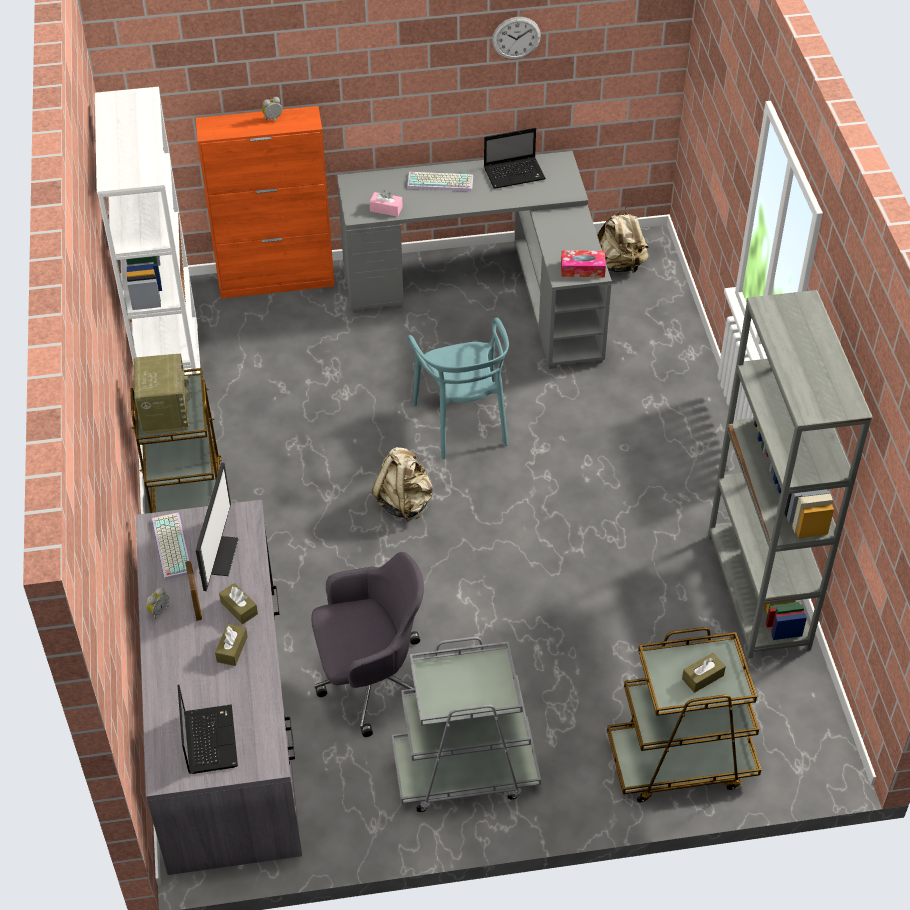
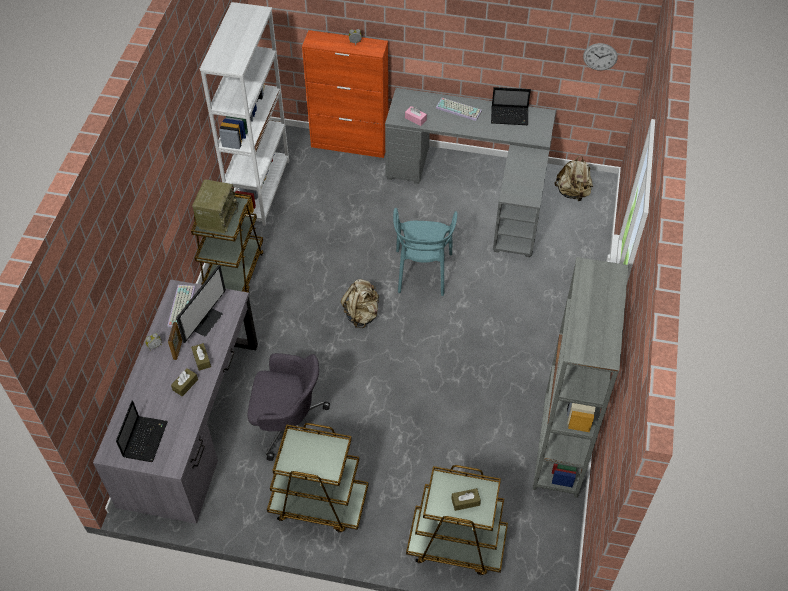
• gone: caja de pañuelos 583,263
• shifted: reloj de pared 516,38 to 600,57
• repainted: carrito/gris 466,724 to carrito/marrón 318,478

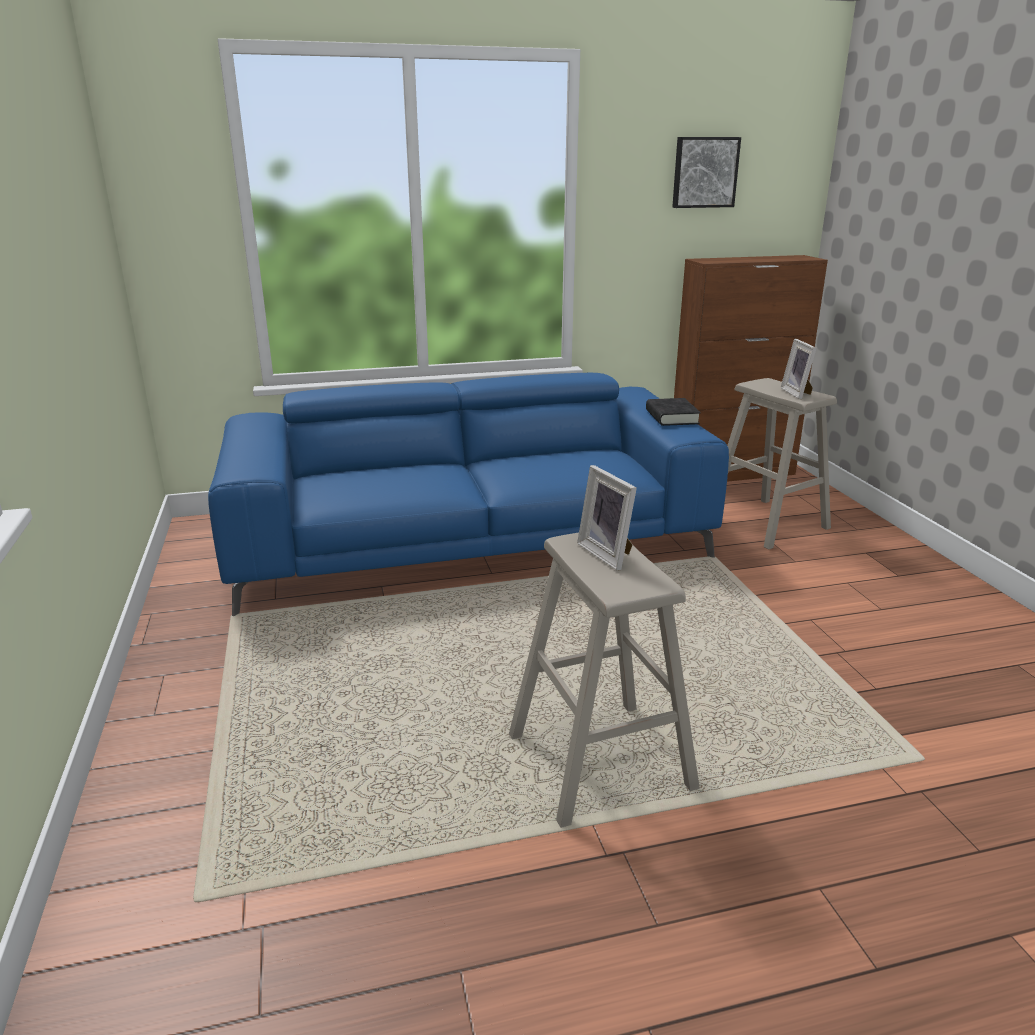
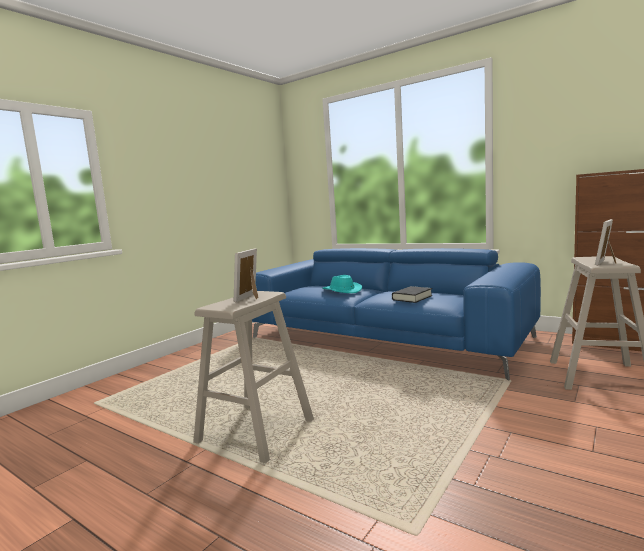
• gone: cuadro 706,172
• new: sombrero/turquesa 342,284
• shifted: libro/negro 673,412 to 412,294

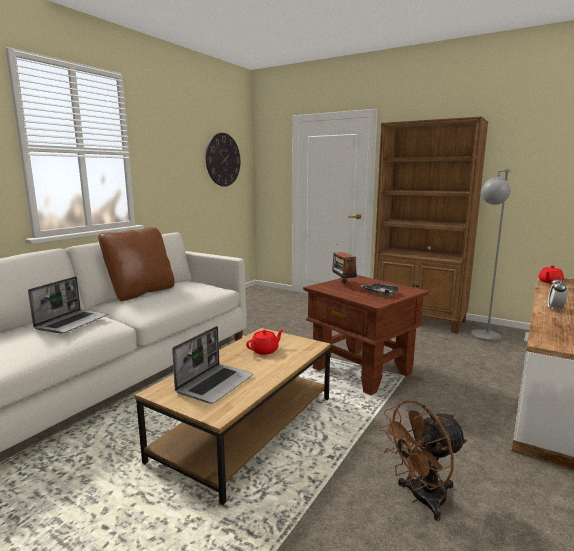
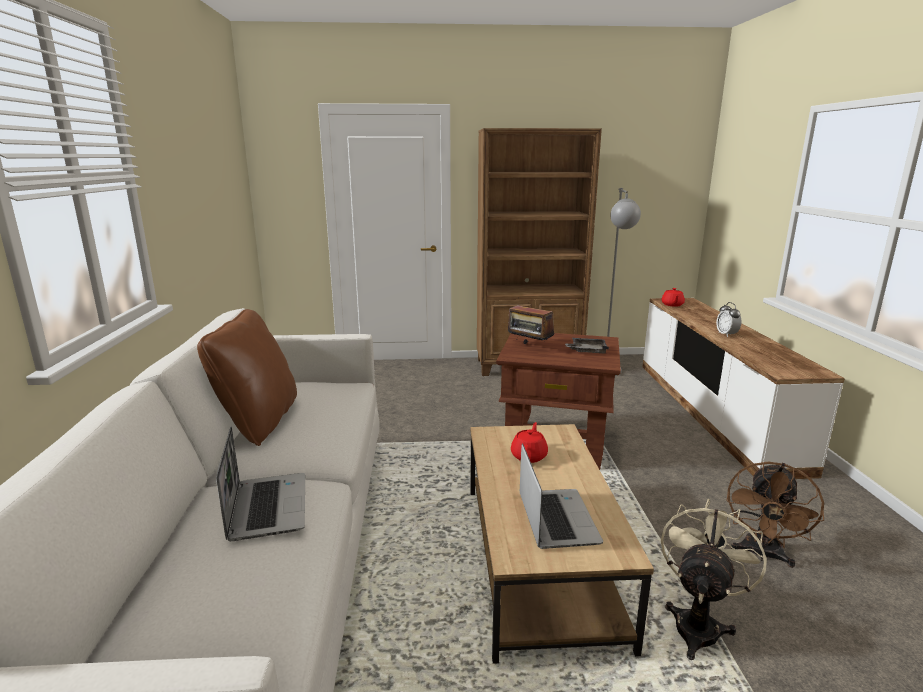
• gone: reloj de pared 223,159
• new: ventilador/beis 714,579

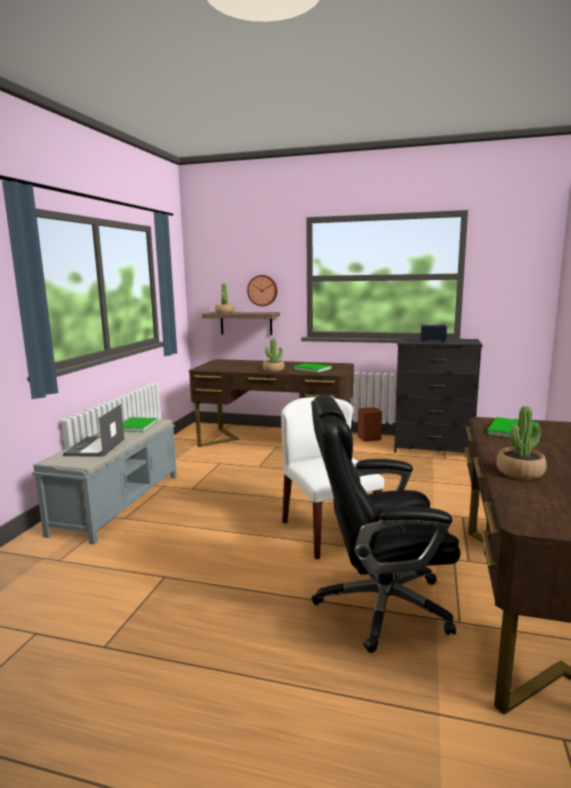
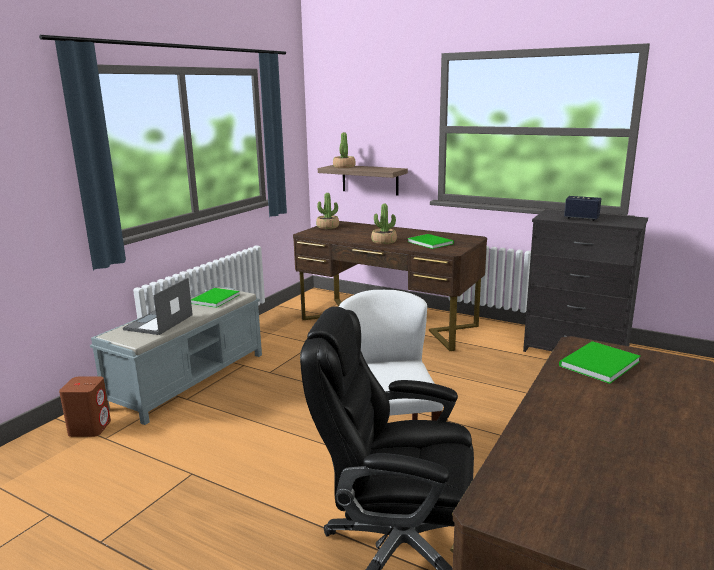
• gone: reloj de pared 262,290
• shifted: altavoz/marrón 370,424 to 85,407
• shifted: planta en maceta 521,442 to 327,211

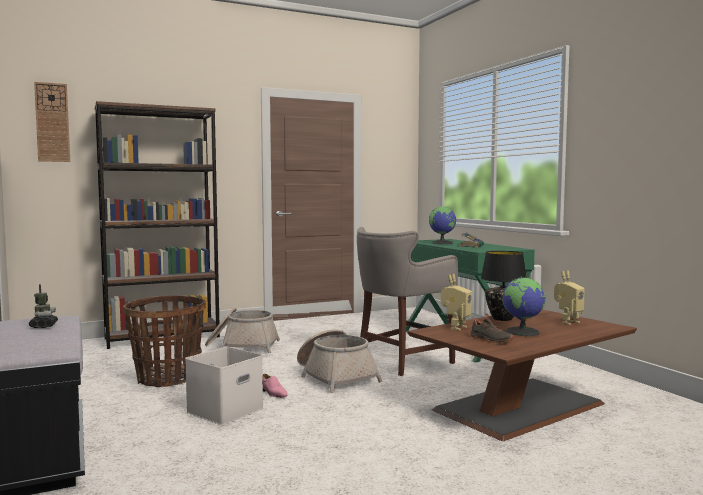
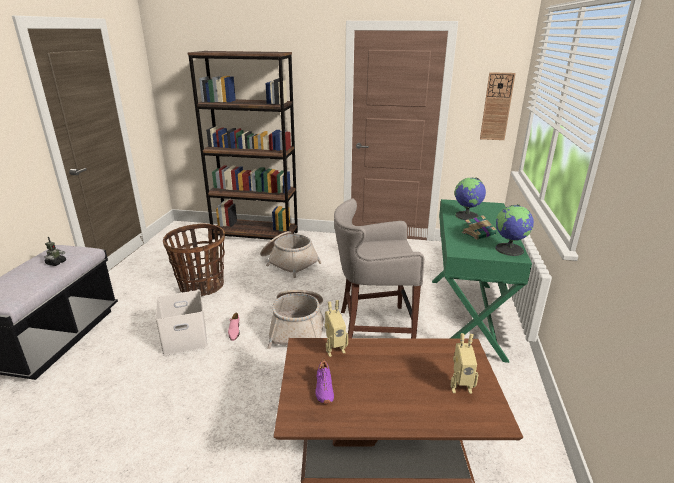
• gone: lámpara de mesa/negro 504,286
• shifted: reloj de pared 52,122 to 498,106
• shifted: globo terráqueo 524,306 to 514,230
• repainted: zapato/negro 492,328 to zapato/morado 324,381

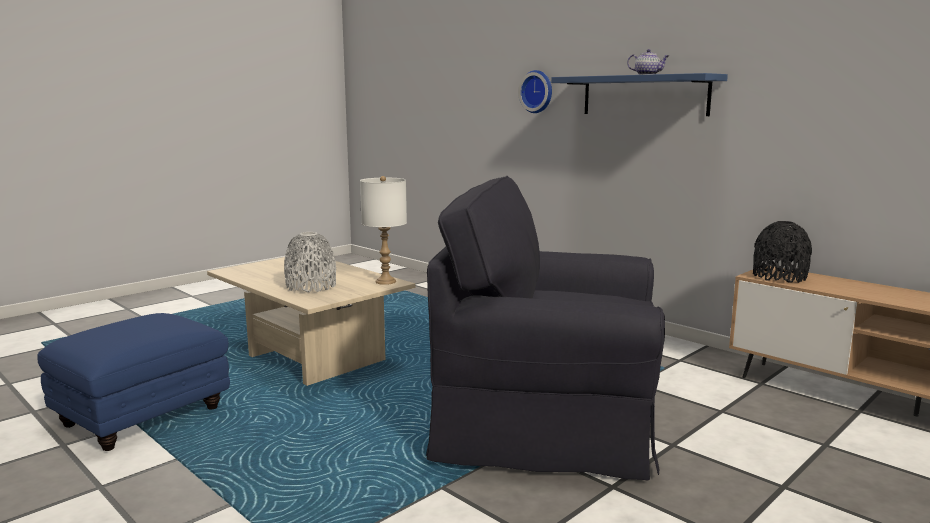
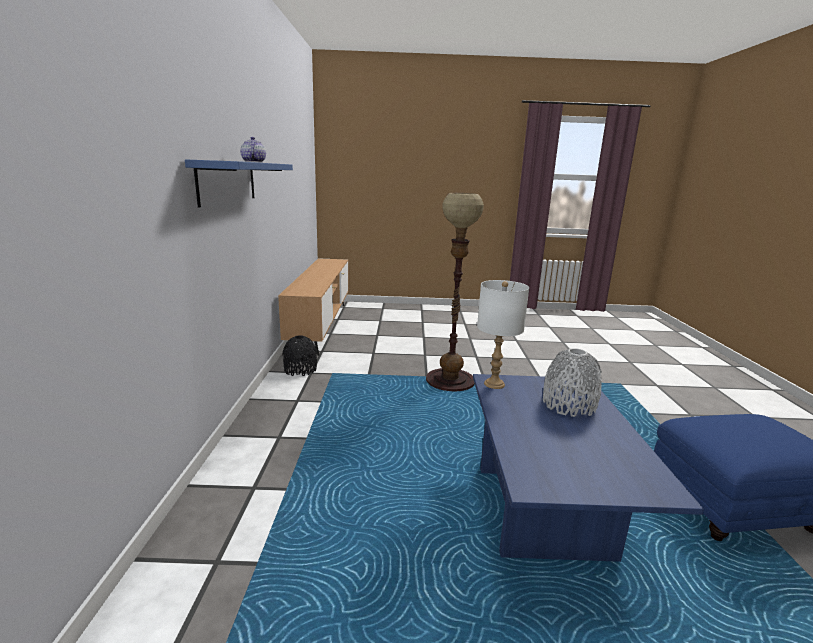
• gone: reloj de pared 535,91
• shifted: florero/negro 782,252 to 299,355
• swapped: sillón/negro 545,328 to lámpara de pie 455,292
• repainted: mesa de centro/beis 311,321 to mesa de centro/azul 588,468

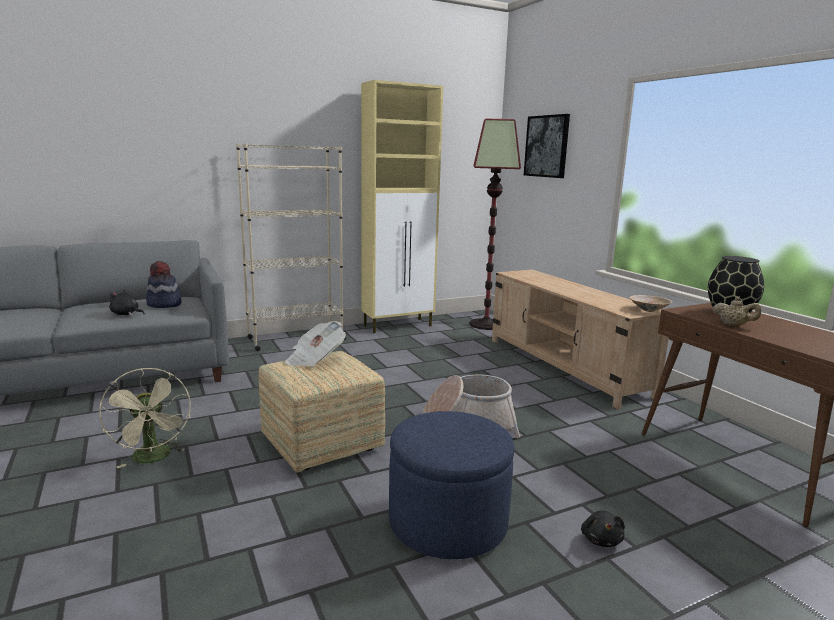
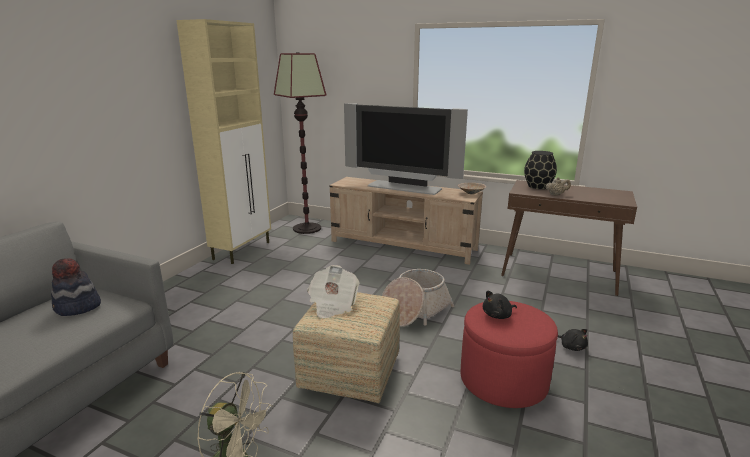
• gone: estantería/beis 291,247
• gone: cuadro 547,146
• new: televisor 406,149
• shifted: peluche/negro 127,302 to 500,305
• repainted: puf/azul 452,485 to puf/rojo 509,354

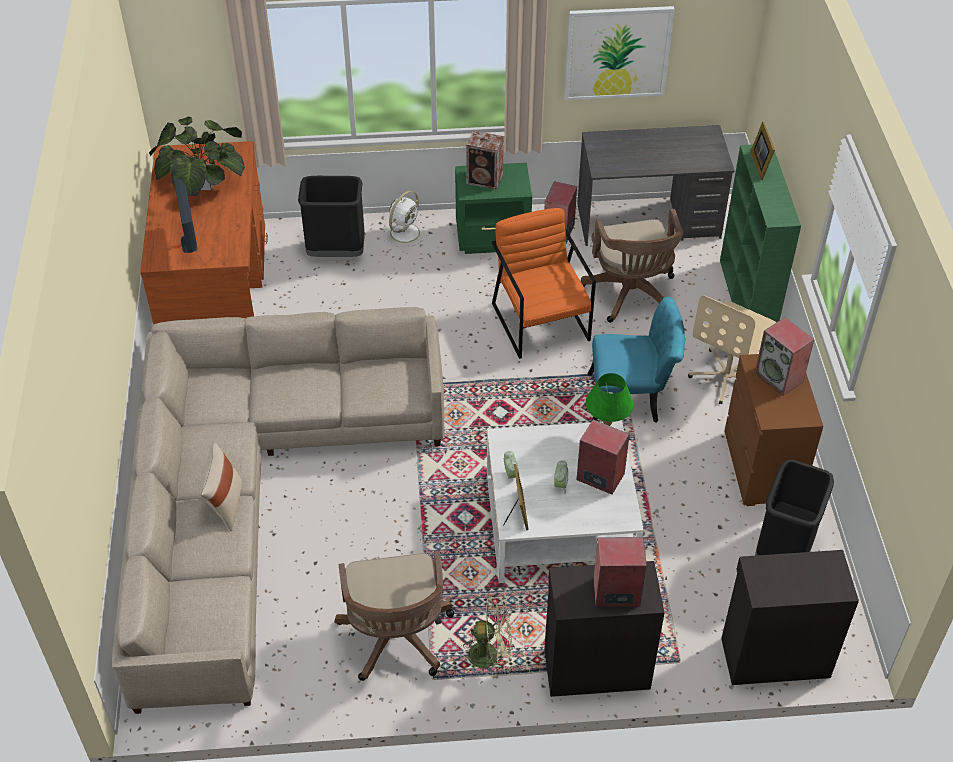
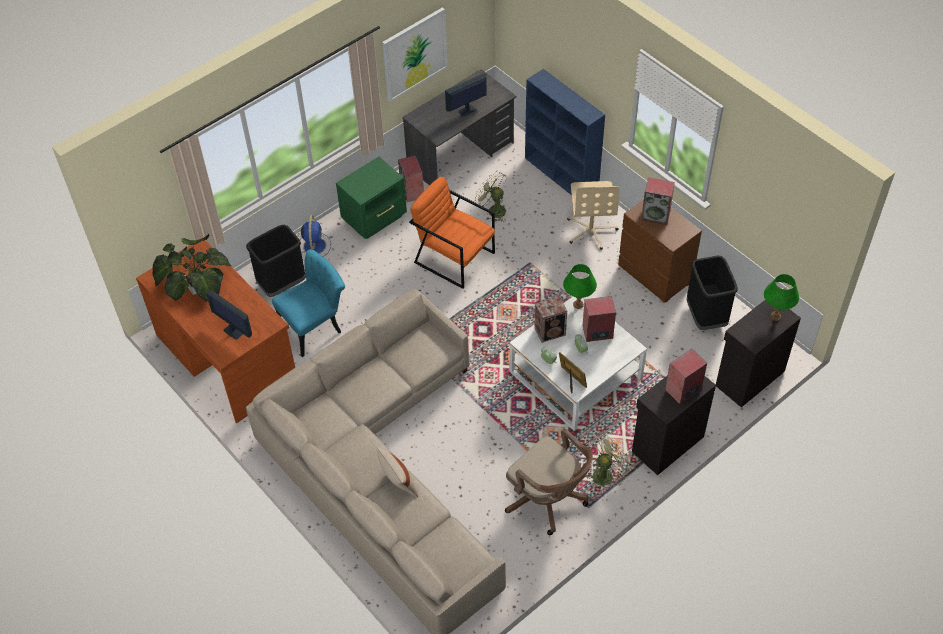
• gone: portarretratos 763,151
• new: monitor 466,94
• new: lámpara de mesa/verde 781,297
• shifted: altavoz 485,160 to 550,319
• shifted: silla/turquesa 636,359 to 308,303
• swapped: silla de oficina/marrón 632,266 to ventilador/verde 491,196
• repainted: ventilador/blanco 405,219 to ventilador/azul 316,236
• repainted: estantería/verde 760,234 to estantería/azul 565,132

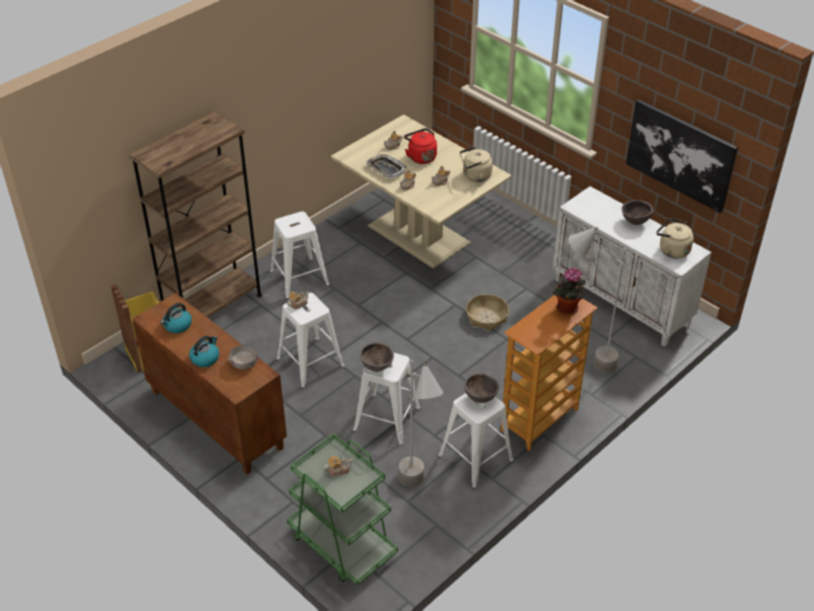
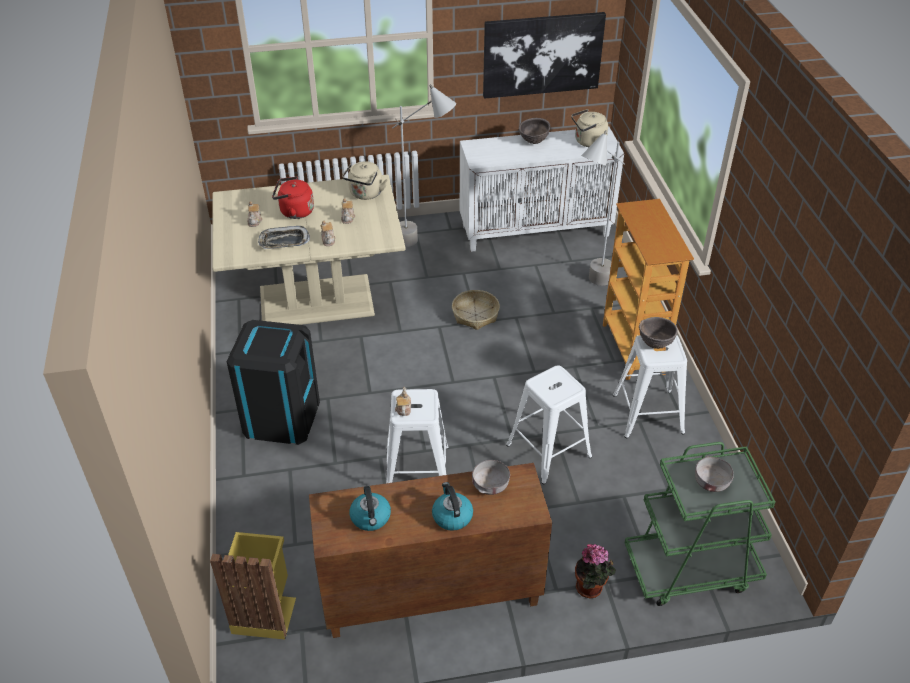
• gone: estantería/marrón 195,214
• gone: cuenco/marrón 377,357
• shifted: lámpara de pie/gris 421,423 to 424,166
• shifted: planta en maceta 569,291 to 595,571
• swapped: taburete/blanco 300,255 to papelera/negro 273,382
• swapped: tetera 338,466 to cuenco/gris 714,474

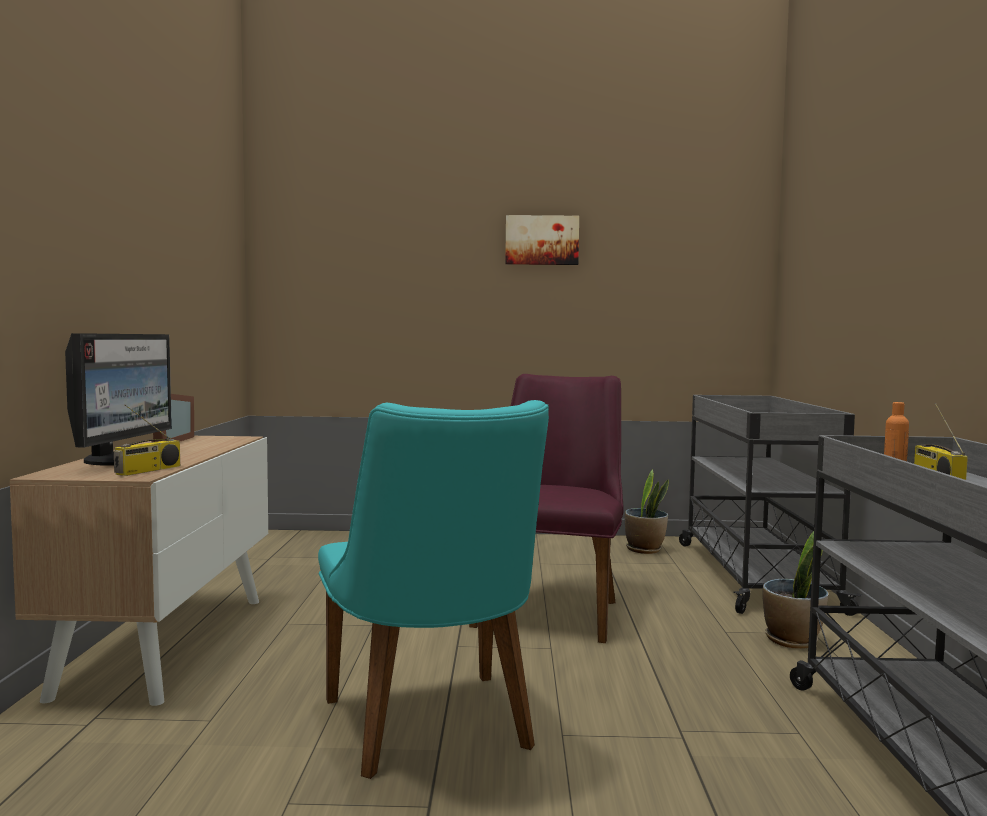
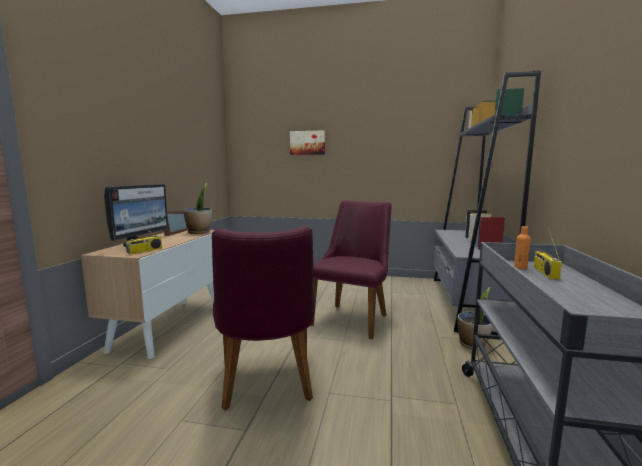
• shifted: cuadro 542,240 to 307,142
• shifted: planta en maceta 647,511 to 198,208
• swapped: carrito/gris 771,505 to estantería/gris 487,202
• repainted: silla/turquesa 433,589 to silla/morado 263,318

